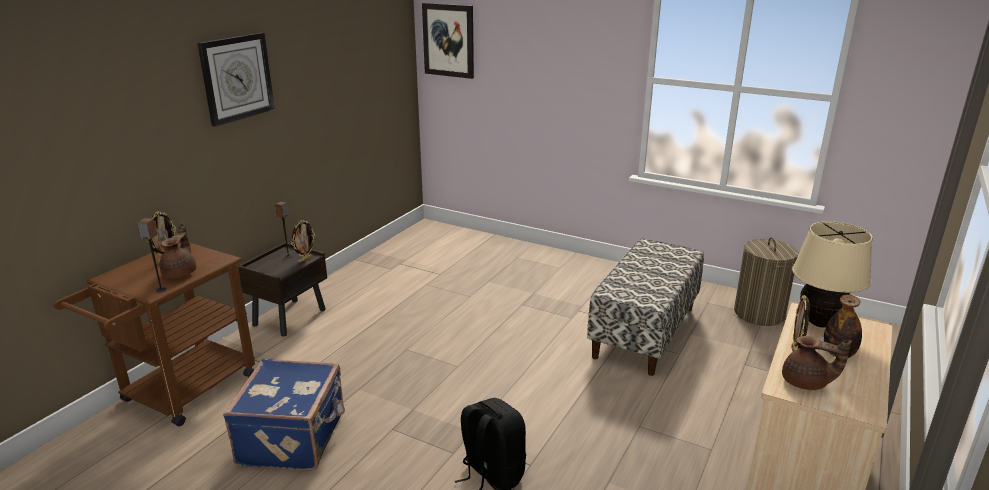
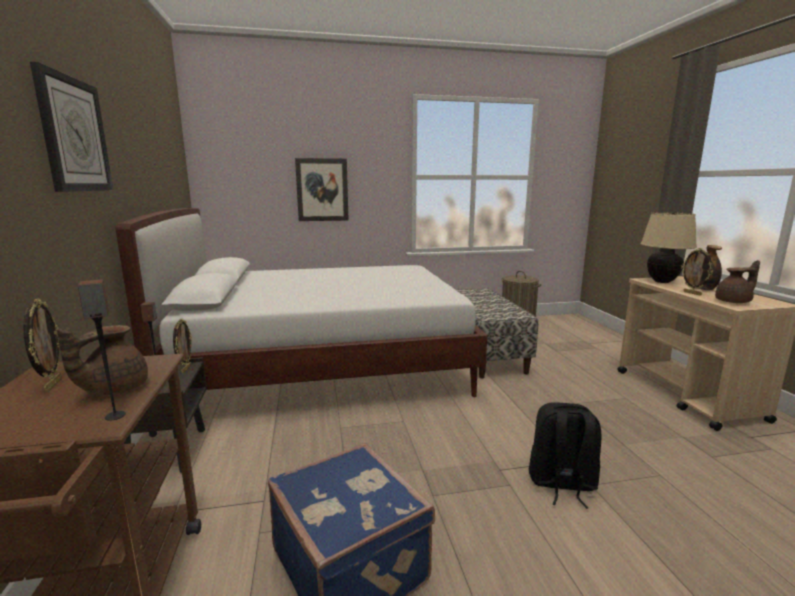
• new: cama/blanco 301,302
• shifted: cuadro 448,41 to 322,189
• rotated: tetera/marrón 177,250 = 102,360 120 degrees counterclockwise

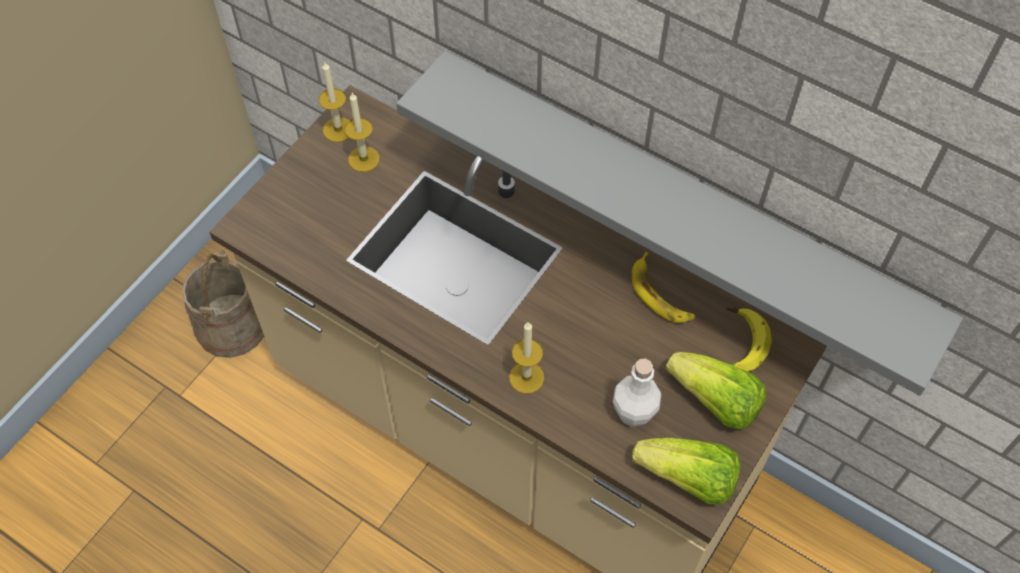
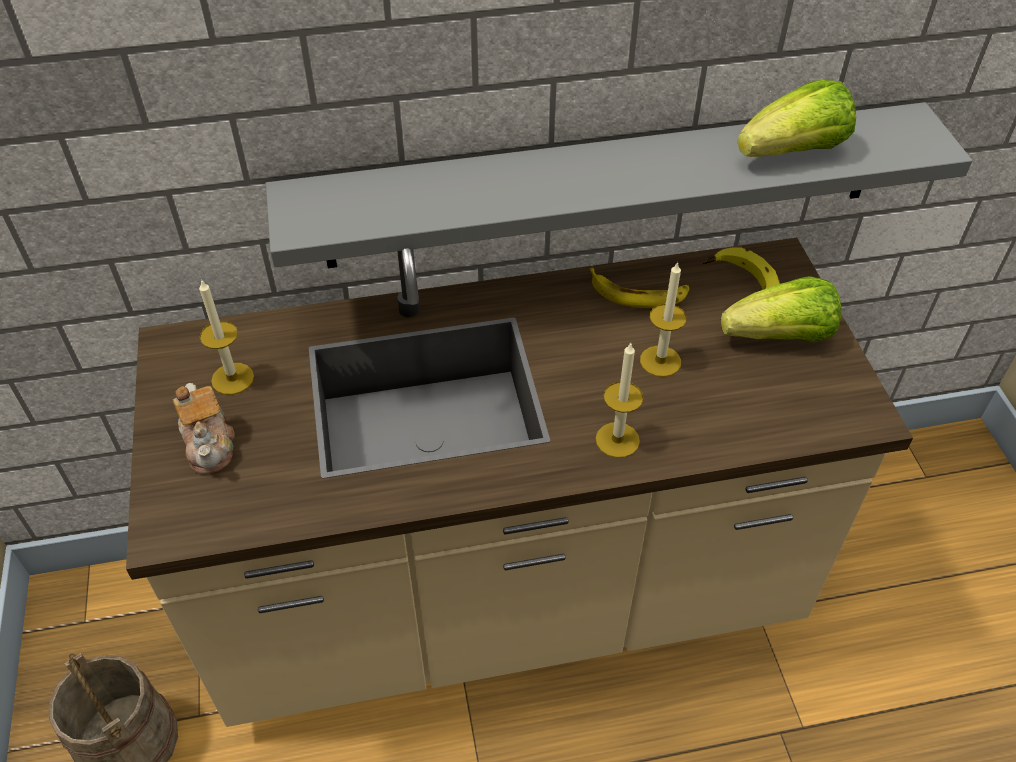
• gone: botella/blanco 637,393
• new: tetera 204,428
• shifted: vela 334,102 to 663,319
• shifted: lechuga 686,471 to 796,118

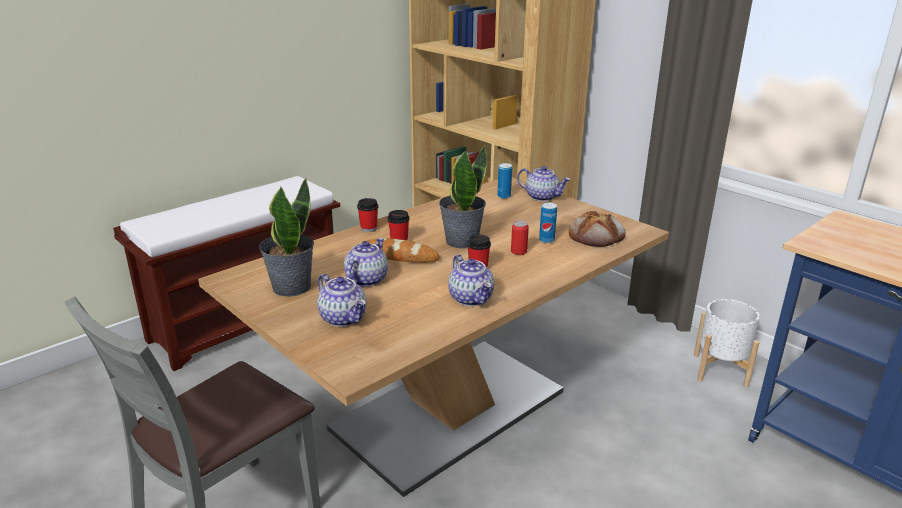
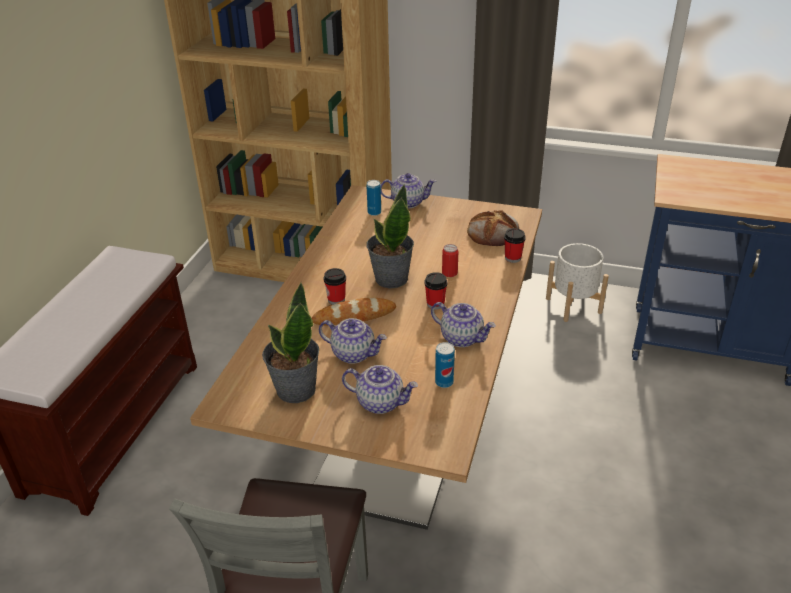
• shifted: taza 367,215 to 515,245
• shifted: lata 548,223 to 445,365
• rotated: tetera 366,262 = 353,341 120 degrees clockwise

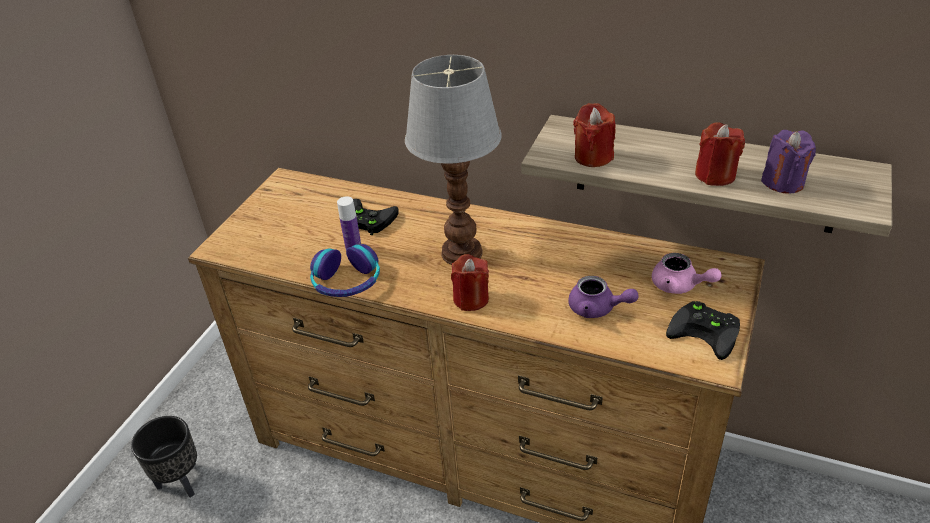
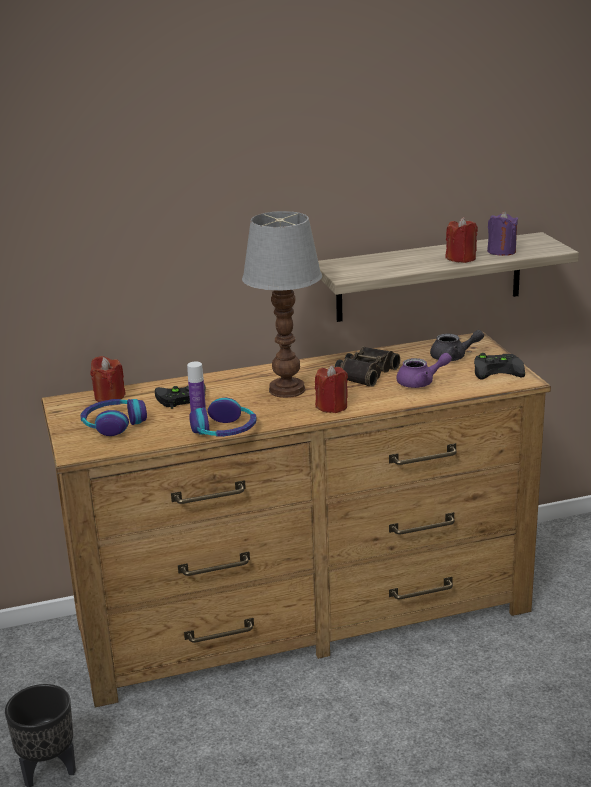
• new: auriculares 113,417
• new: prismáticos 367,367
• shifted: vela/rojo 594,135 to 108,379
• repainted: tetera/rosa 686,273 to tetera/gris 457,345

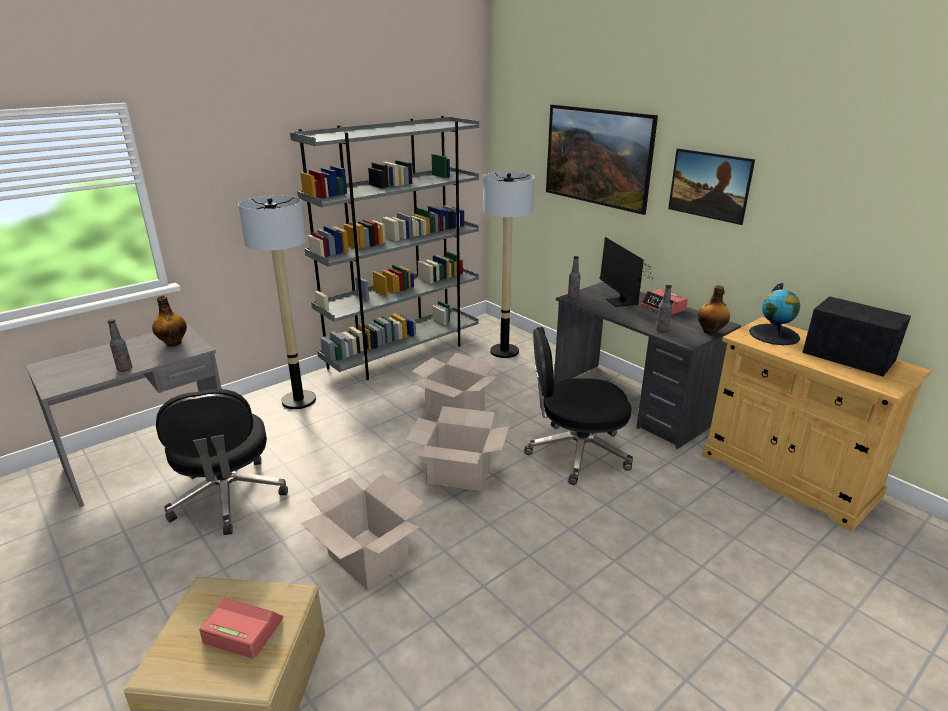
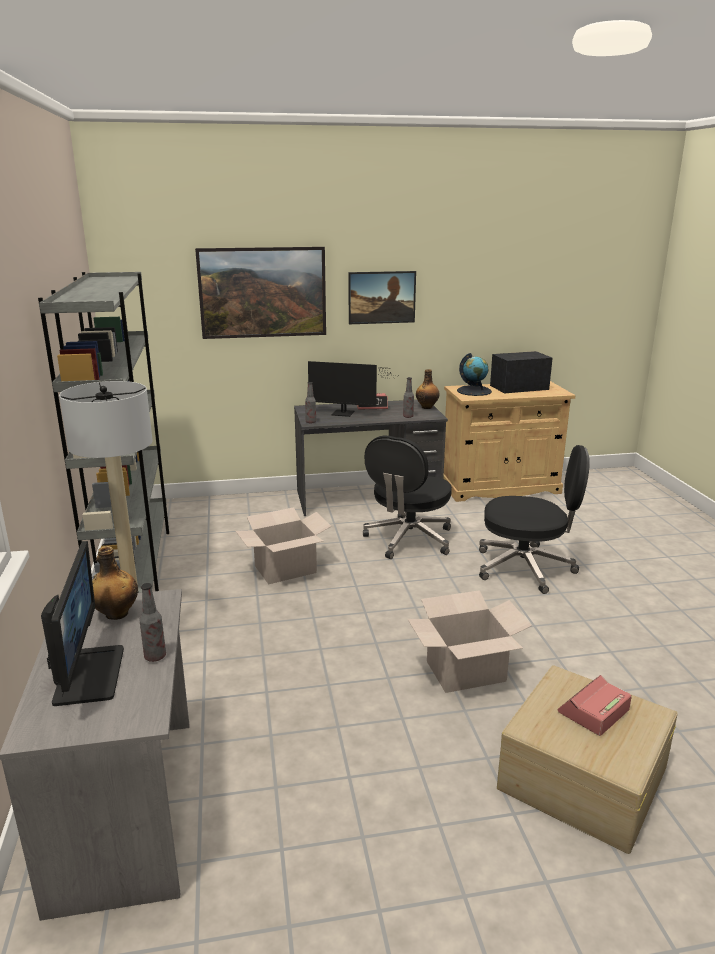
• gone: caja de cartón 458,448
• gone: lámpara de pie 509,265
• new: monitor 82,623
• shifted: silla de oficina/negro 222,462 to 534,519

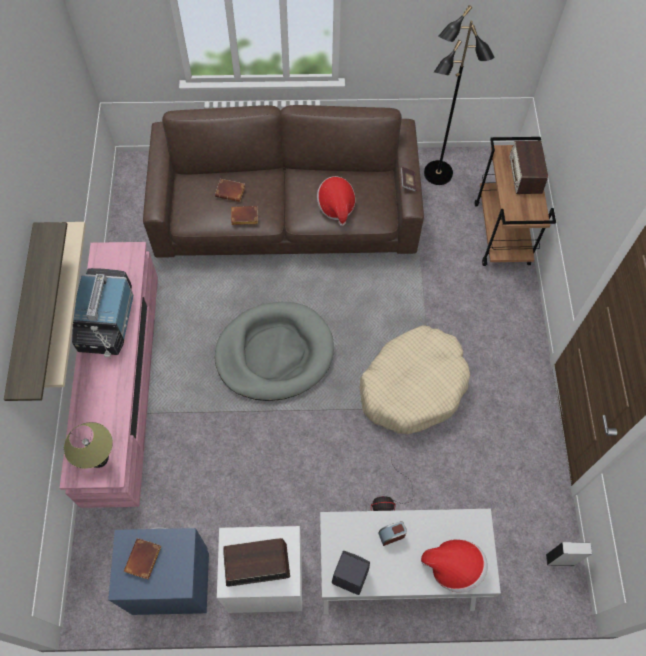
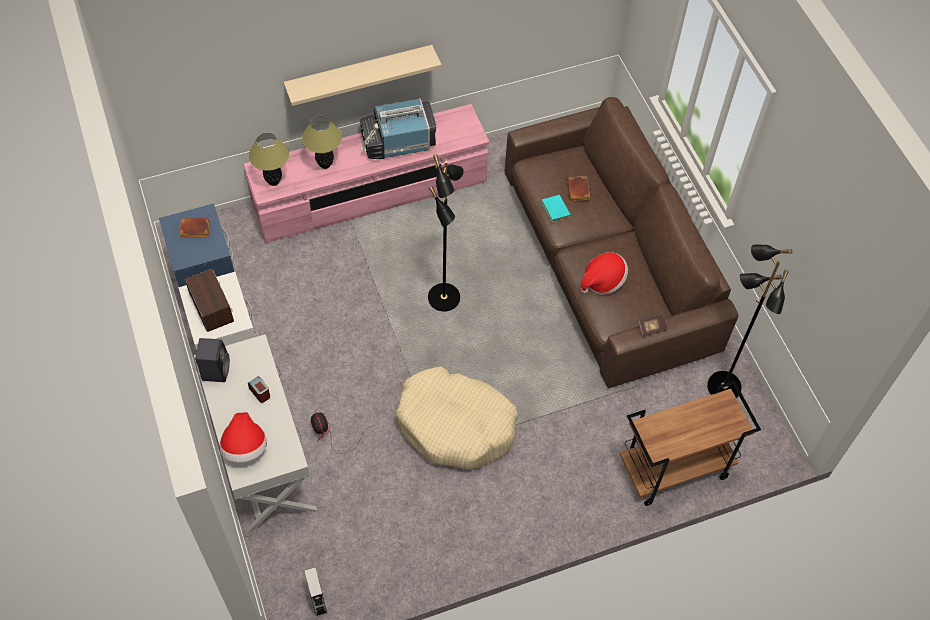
• gone: estante 35,311
• gone: radio 528,167
• new: lámpara de mesa 322,142
• swapped: cama para perro/gris 274,351 to lámpara de pie/negro 446,232
• repainted: libro/marrón 244,215 to libro/turquesa 556,208

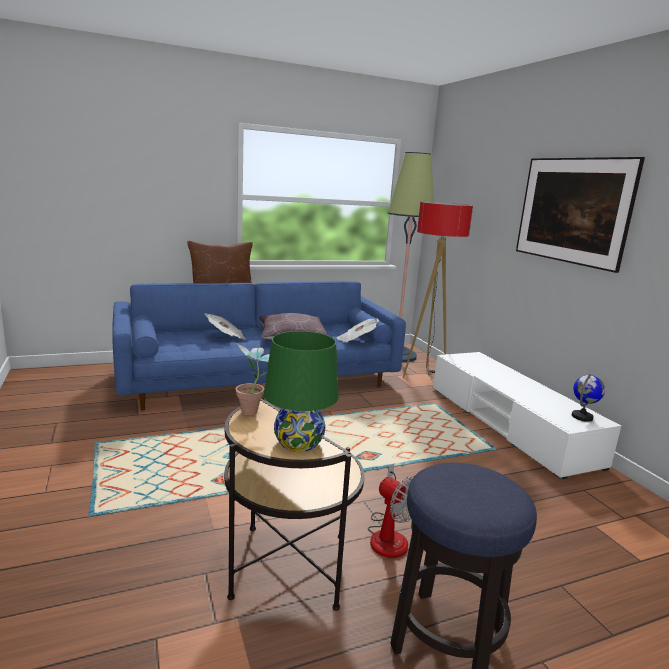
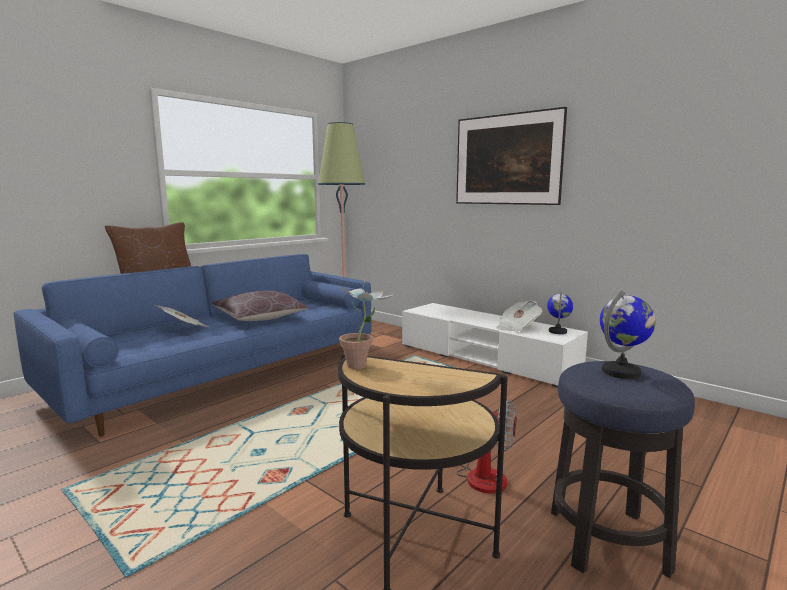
• gone: lámpara de mesa/verde 301,391
• gone: lámpara de pie 438,289
• new: globo terráqueo 628,334
• shifted: periódico 358,330 to 519,315

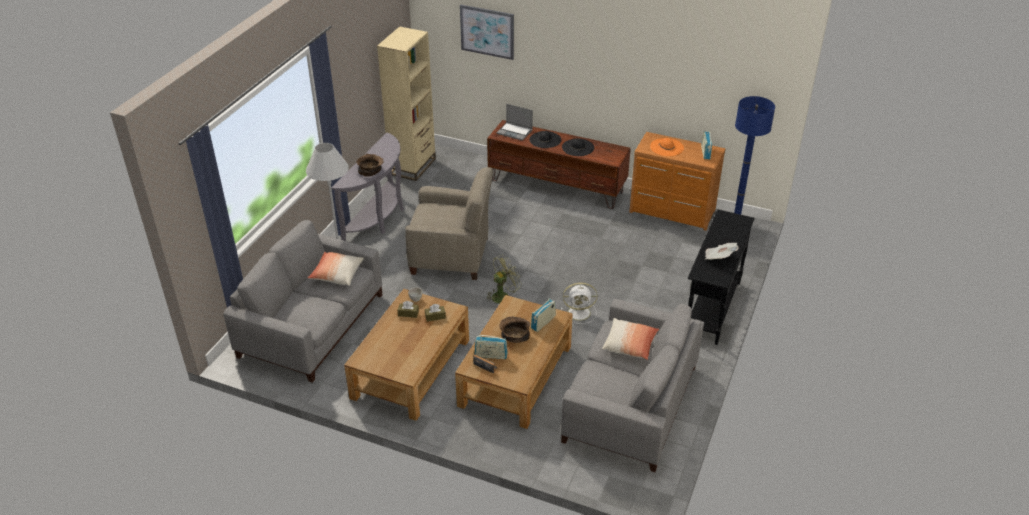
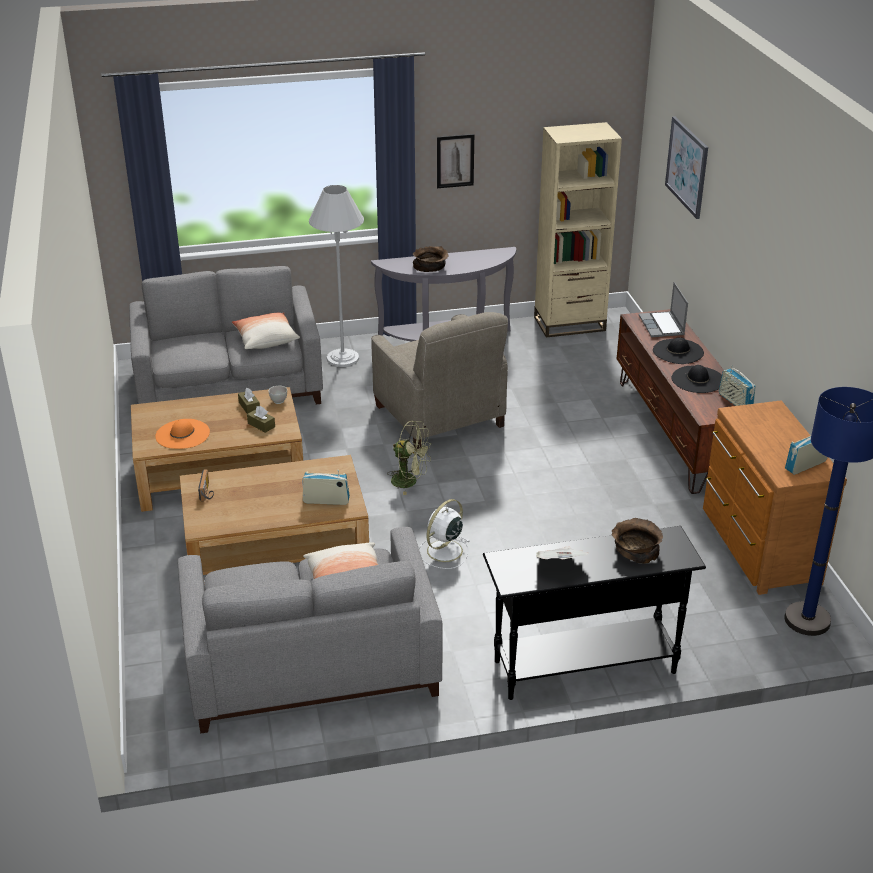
• new: cuadro 455,161
• shifted: radio 491,347 to 737,385
• shifted: cuenco/marrón 514,330 to 637,540
• shifted: sombrero/naranja 667,147 to 182,434
• rotated: ventilador/blanco 579,303 = 444,534 75 degrees clockwise

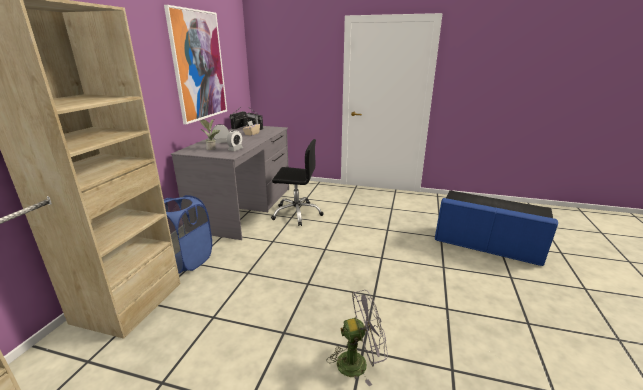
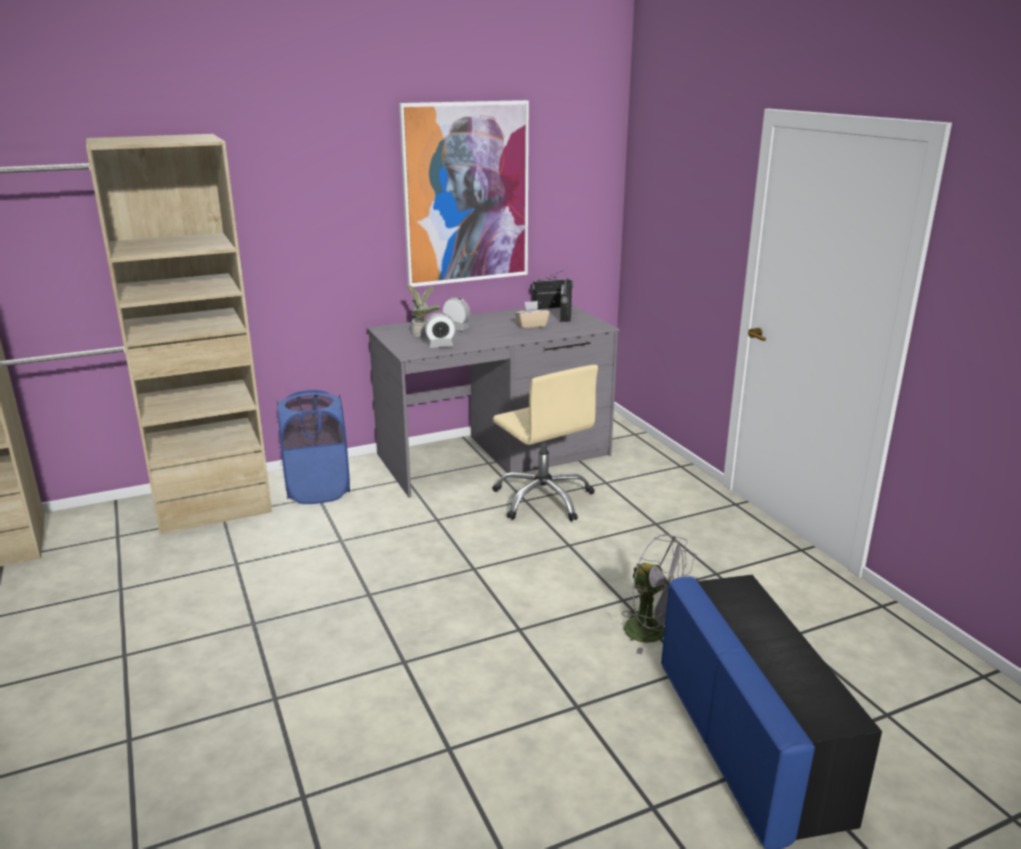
• shifted: ventilador/gris 357,338 to 660,594
• repainted: silla de oficina/negro 297,182 to silla de oficina/beis 545,443

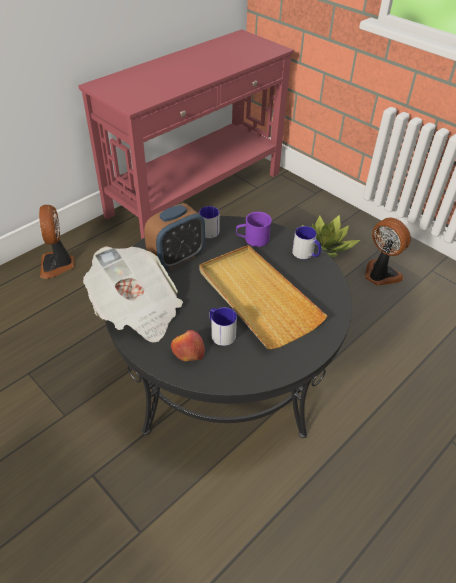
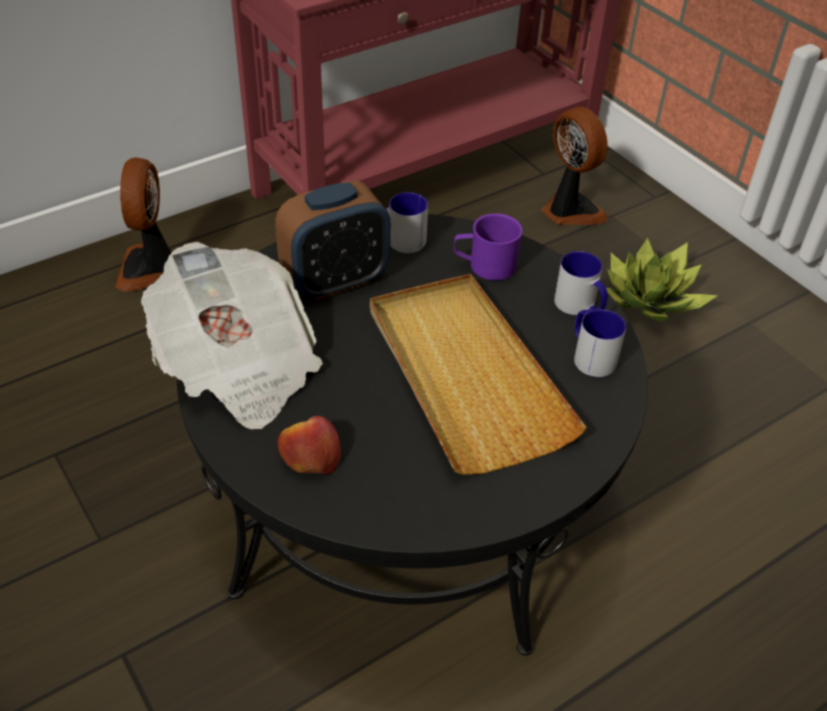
• shifted: taza grande 223,326 to 600,343
• shifted: ventilador 388,251 to 575,166

